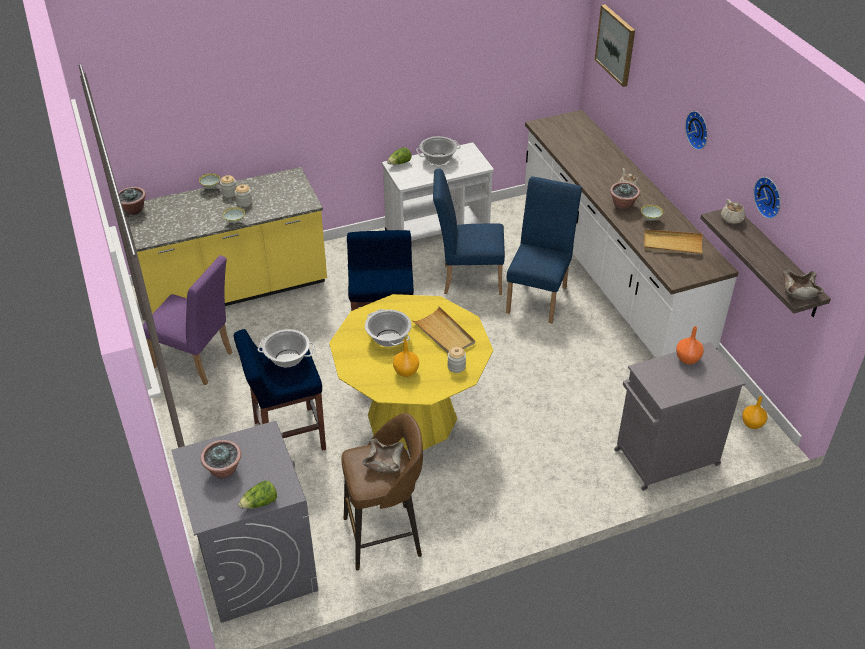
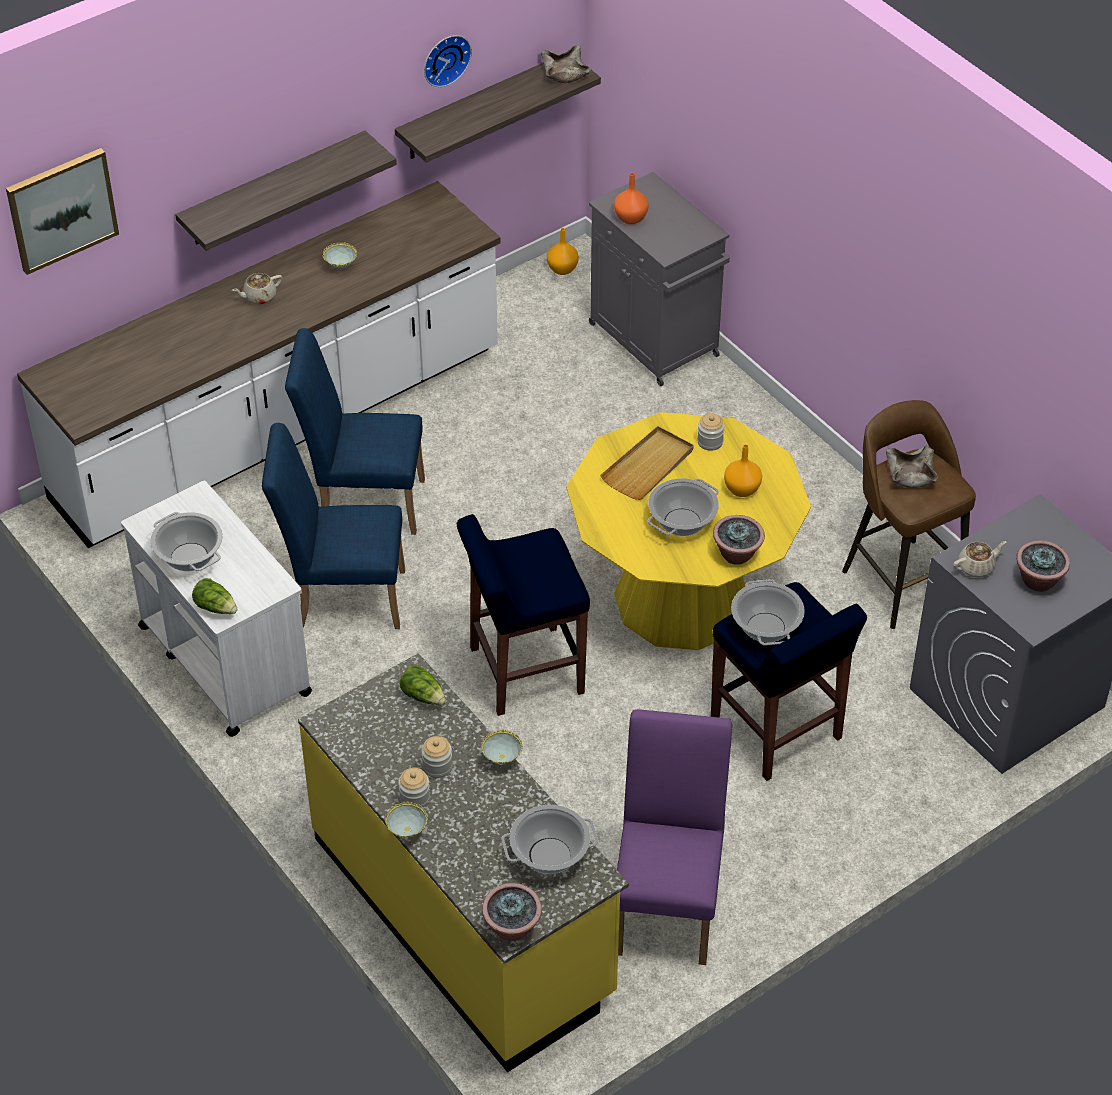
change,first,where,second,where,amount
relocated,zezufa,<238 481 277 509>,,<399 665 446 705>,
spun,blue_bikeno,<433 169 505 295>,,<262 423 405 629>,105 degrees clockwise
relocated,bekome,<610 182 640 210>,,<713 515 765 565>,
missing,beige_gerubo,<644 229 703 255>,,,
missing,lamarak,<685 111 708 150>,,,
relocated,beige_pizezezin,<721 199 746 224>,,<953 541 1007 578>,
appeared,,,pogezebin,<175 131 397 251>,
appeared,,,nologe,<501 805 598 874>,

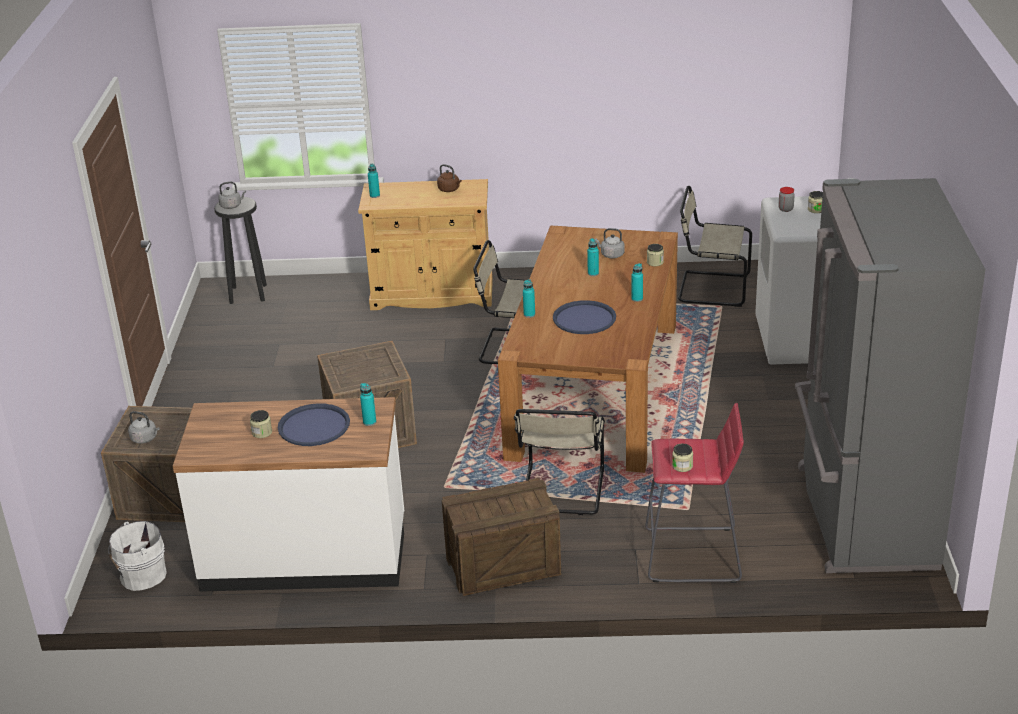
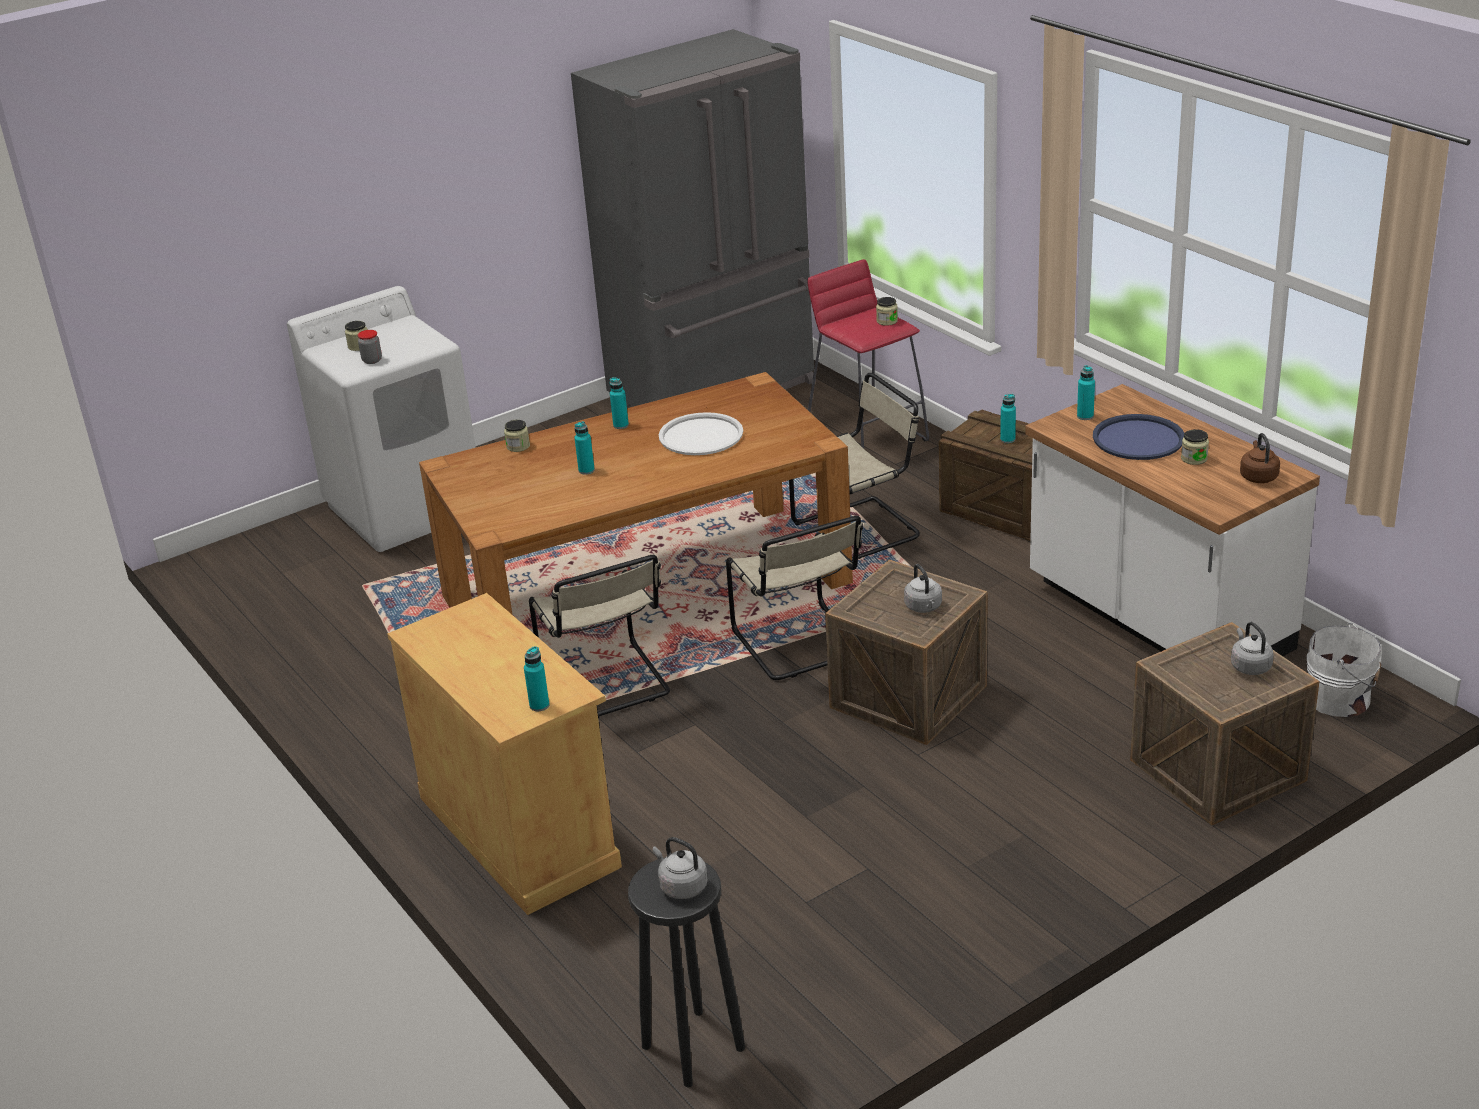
change,first,where,second,where,amount
relocated,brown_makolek,<437 164 462 192>,,<1240 433 1280 483>,
relocated,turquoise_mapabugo,<523 279 535 318>,,<1000 394 1016 443>,
colour,blue_gerubo,<553 300 616 334>,white_gerubo,<659 412 743 455>,
relocated,grey_makolek,<595 228 625 258>,,<904 564 942 613>,
relocated,beige_bikeno,<678 186 752 307>,,<726 516 863 680>,

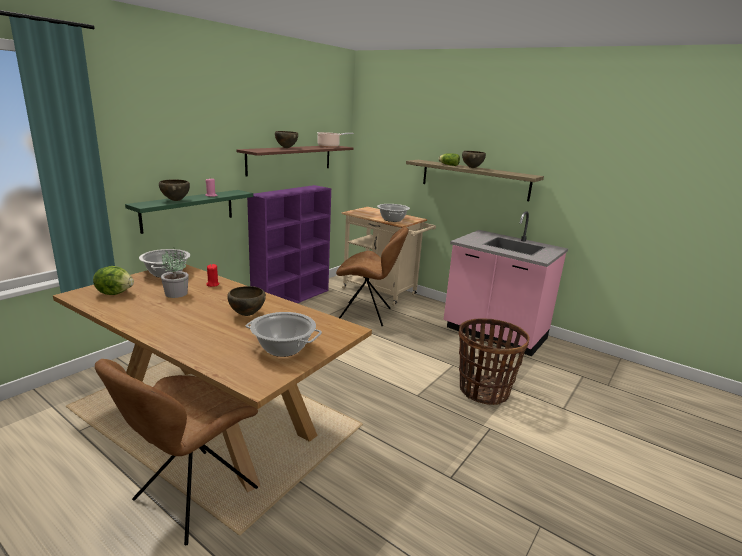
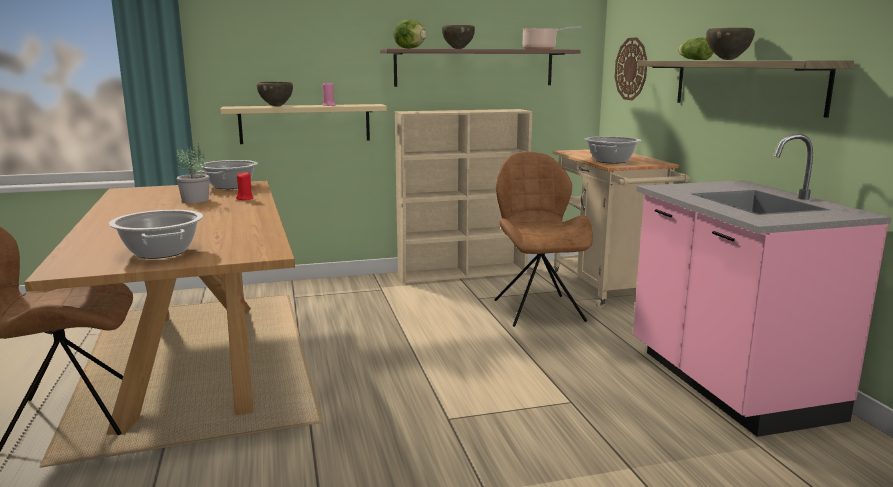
change,first,where,second,where,amount
relocated,zezufa,<93 266 134 295>,,<393 19 426 49>,
colour,green_pogezebin,<125 190 253 234>,beige_pogezebin,<220 104 387 144>,
missing,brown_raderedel,<227 286 266 316>,,,
colour,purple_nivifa,<247 185 331 303>,beige_nivifa,<395 109 533 283>,
spun,brown_bikeno,<336 227 409 327>,,<495 152 593 327>,150 degrees counterclockwise
missing,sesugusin,<459 318 530 405>,,,
appeared,,,lamarak,<615 37 647 100>,

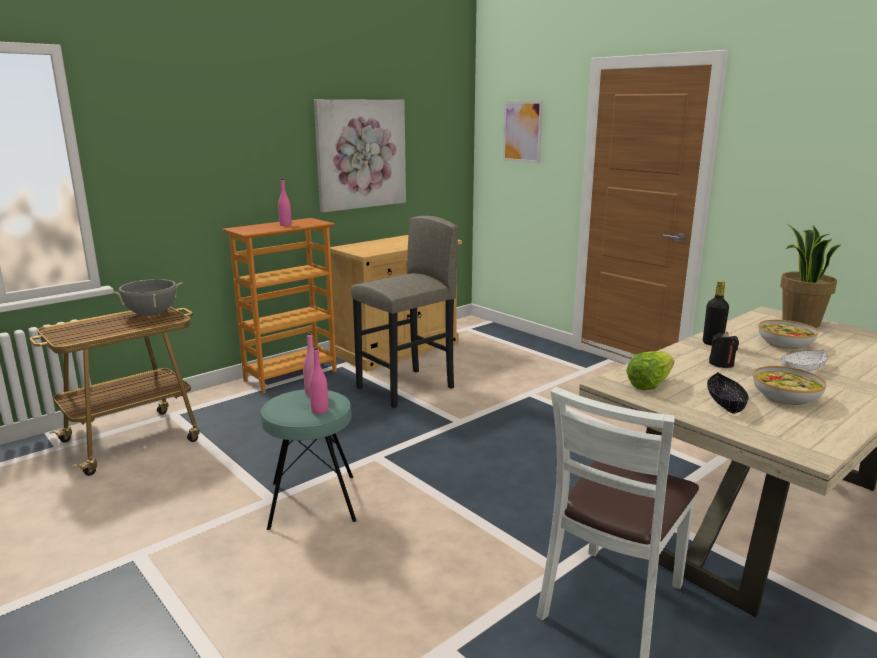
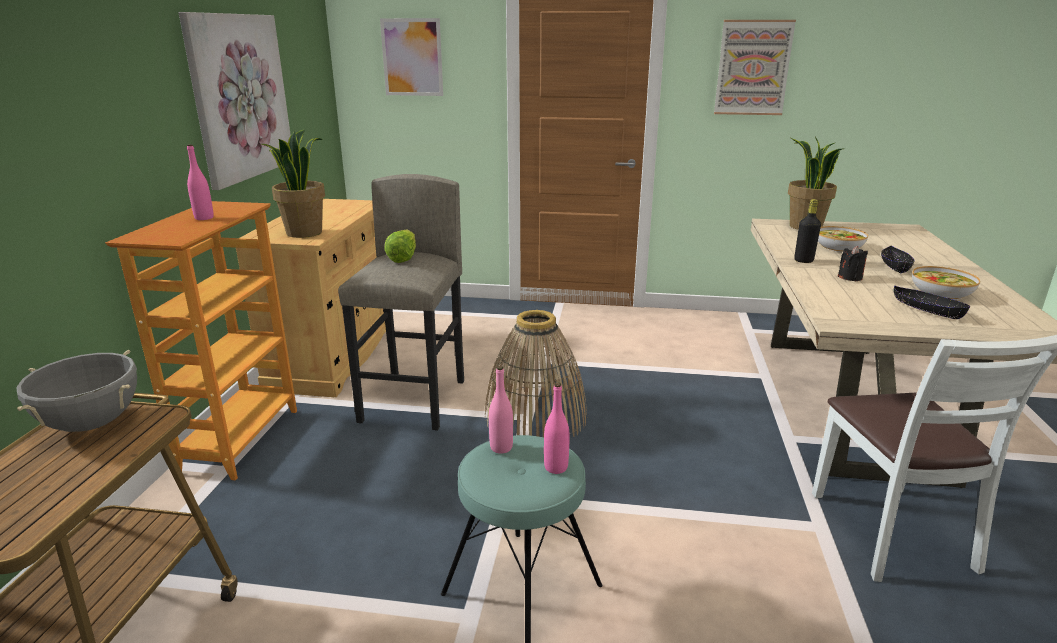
change,first,where,second,where,amount
relocated,zezufa,<626 351 674 390>,,<384 229 416 263>,
colour,white_raderedel,<782 350 828 372>,black_raderedel,<881 246 915 273>,
appeared,,,bekome,<262 130 325 238>,
appeared,,,sesugusin,<485 310 587 438>,
appeared,,,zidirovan,<714 20 796 115>,

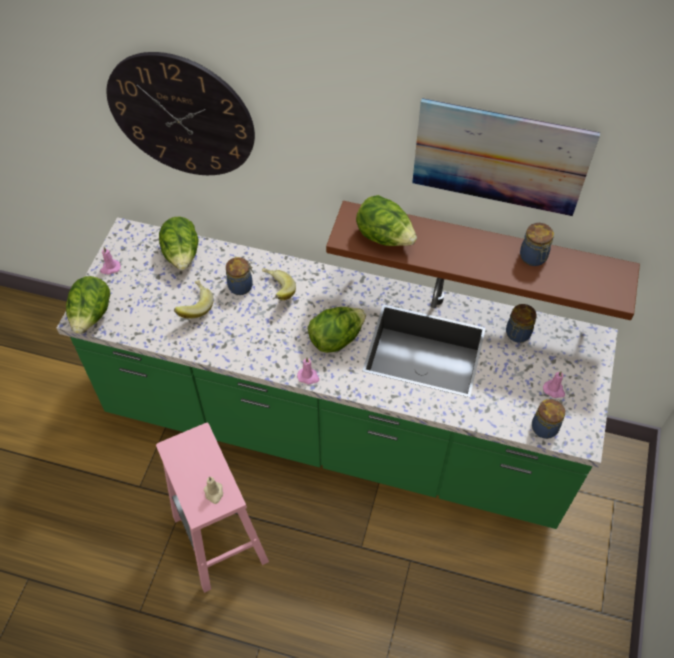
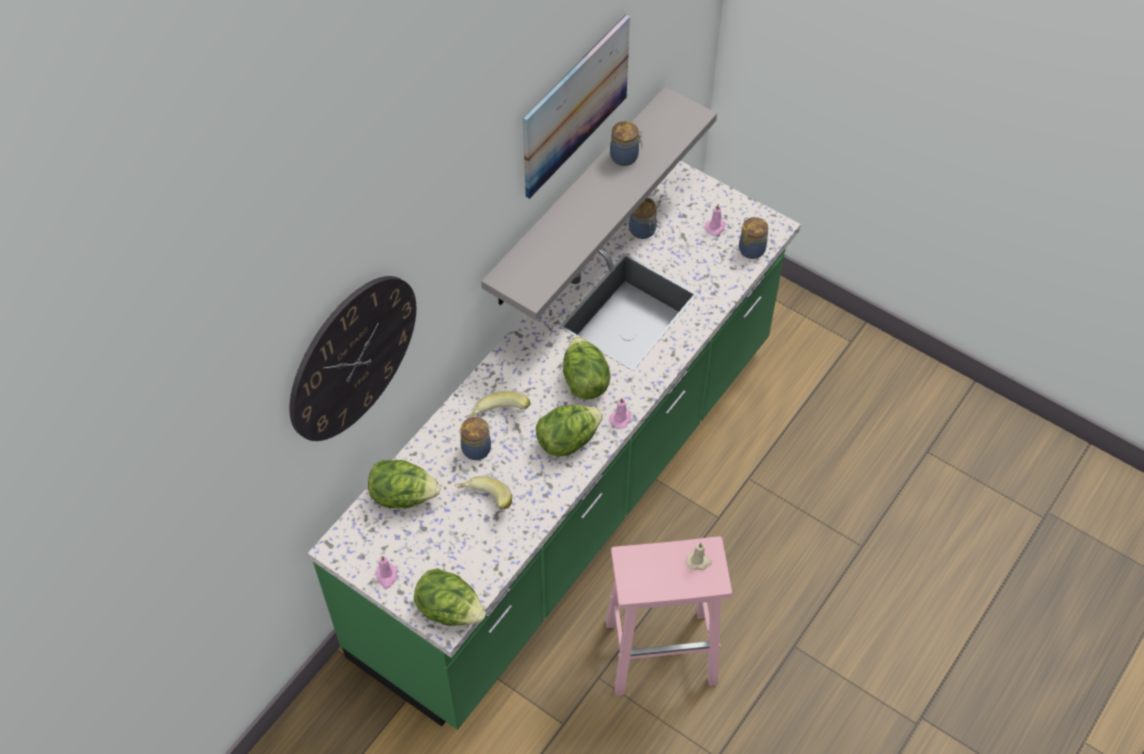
change,first,where,second,where,amount
colour,brown_pogezebin,<326 201 640 320>,grey_pogezebin,<481 87 717 320>,
relocated,zezufa,<356 195 417 246>,,<536 405 603 456>,

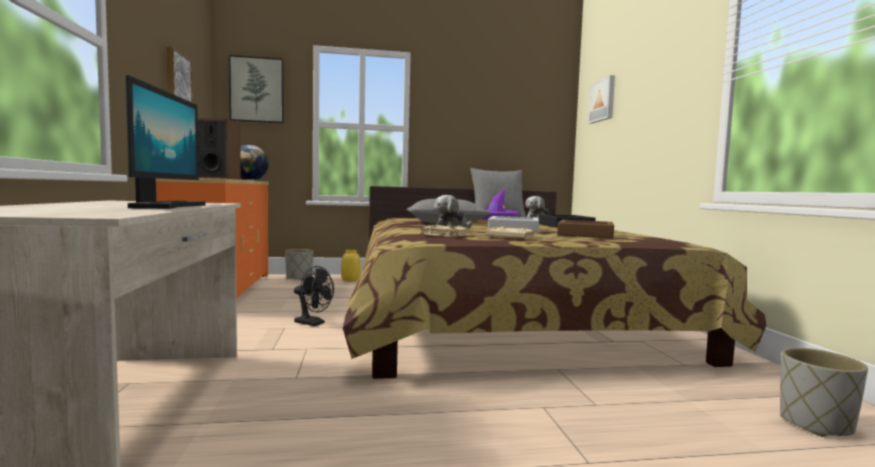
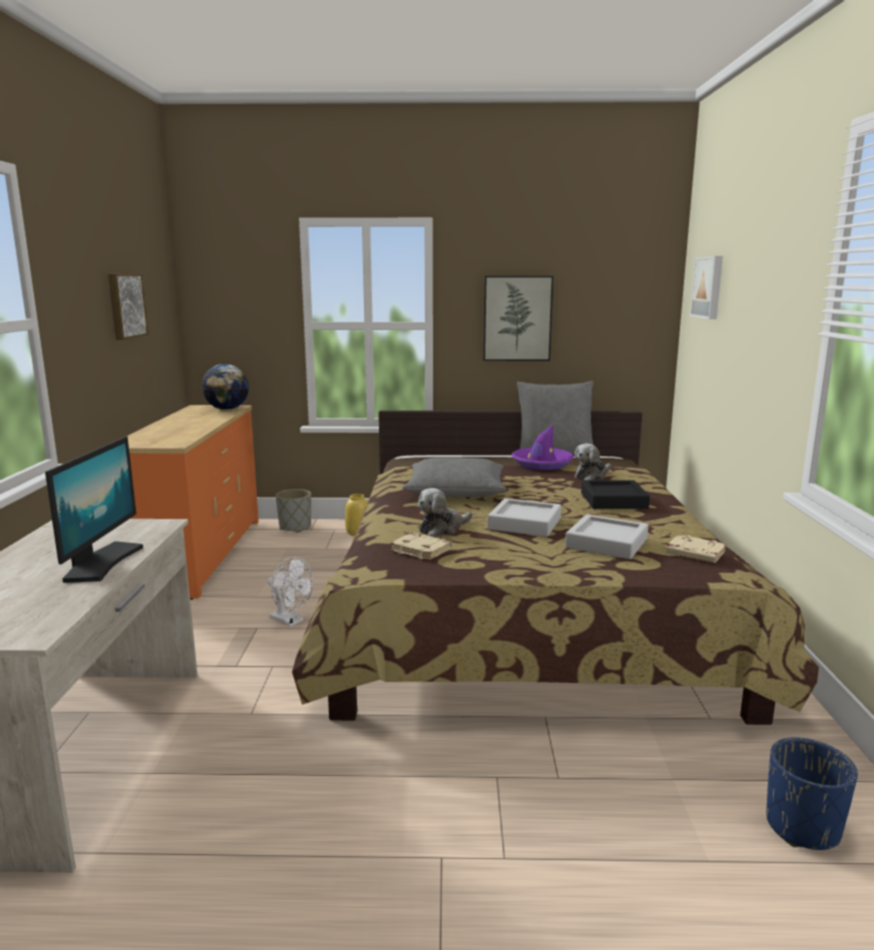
change,first,where,second,where,amount
missing,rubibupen,<198 118 241 180>,,,
relocated,zidirovan,<229 55 284 123>,,<483 276 553 361>,
colour,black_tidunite,<294 266 334 326>,white_tidunite,<267 557 313 627>,
relocated,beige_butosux,<486 226 534 239>,,<666 534 726 563>,
colour,brown_gerubo,<557 220 614 239>,grey_gerubo,<565 514 648 559>,
colour,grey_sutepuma,<780 348 868 437>,blue_sutepuma,<766 737 858 850>,

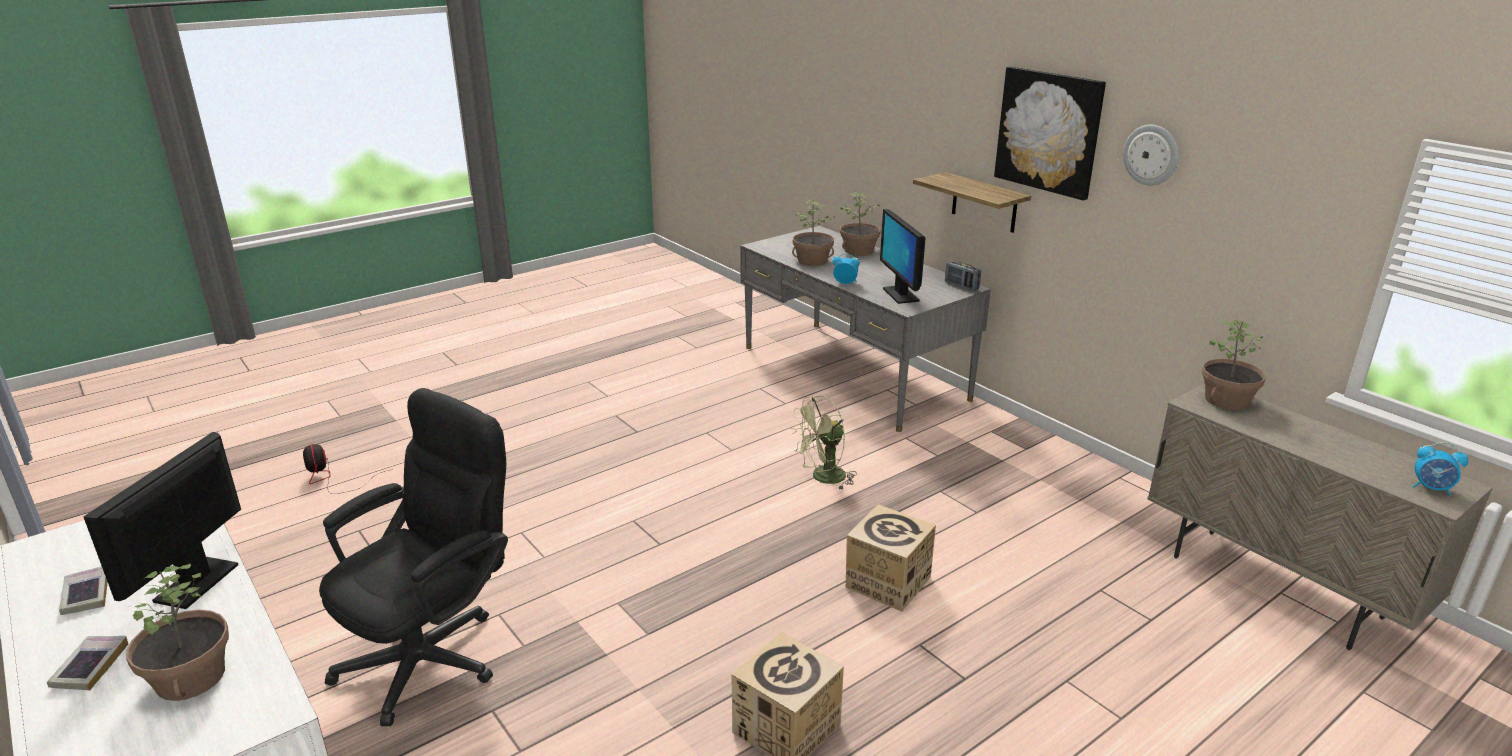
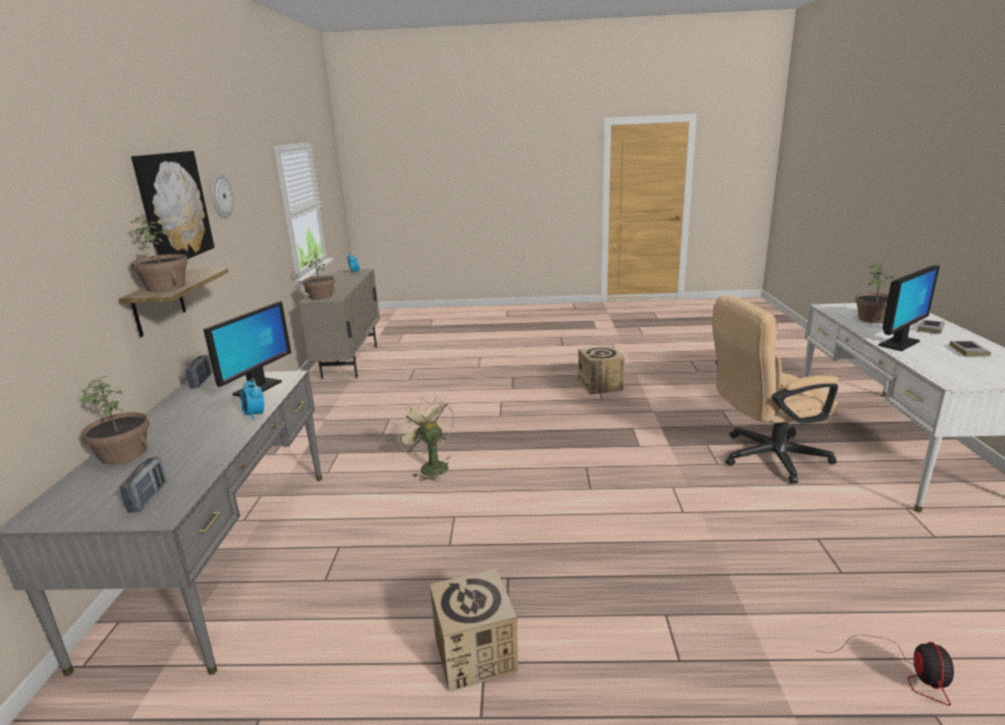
change,first,where,second,where,amount
colour,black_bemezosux,<319 388 508 726>,beige_bemezosux,<712 295 839 483>,
spun,green_tidunite,<790 395 857 489>,,<395 397 454 482>,135 degrees counterclockwise
relocated,bekome,<792 200 834 266>,,<131 213 188 292>,
relocated,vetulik,<846 504 936 612>,,<430 568 518 692>,
appeared,,,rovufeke,<120 457 167 512>,

